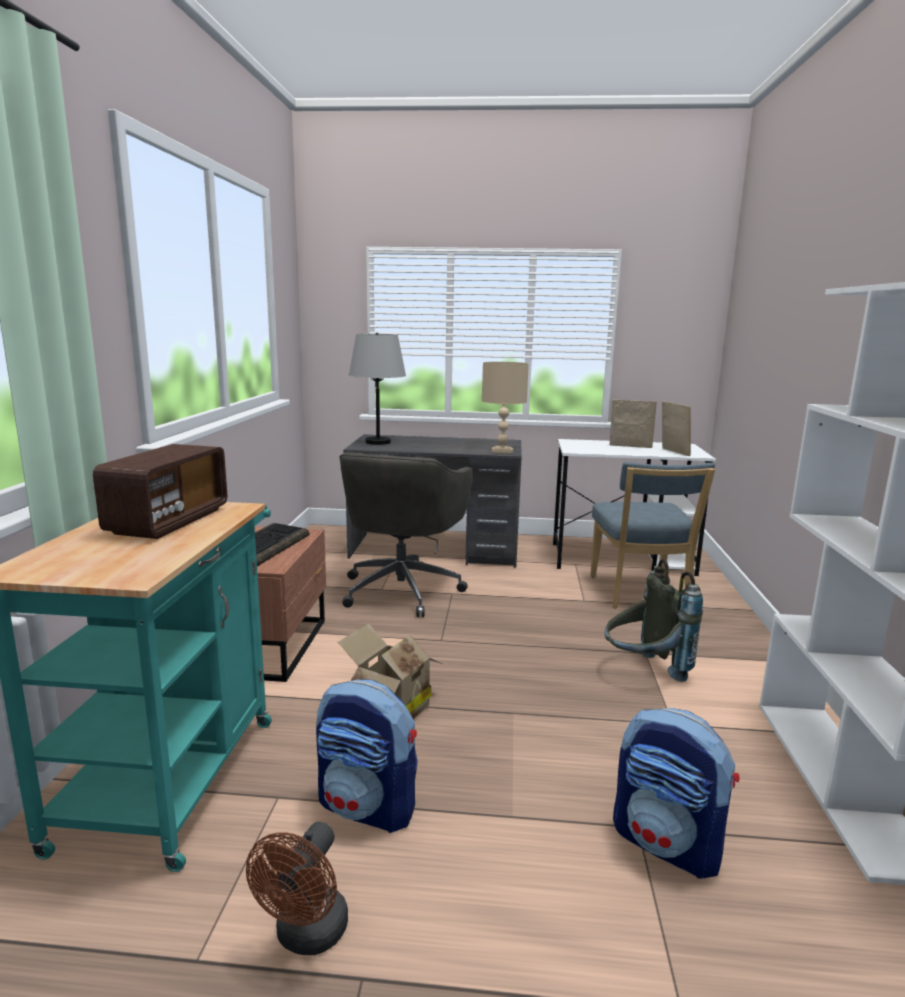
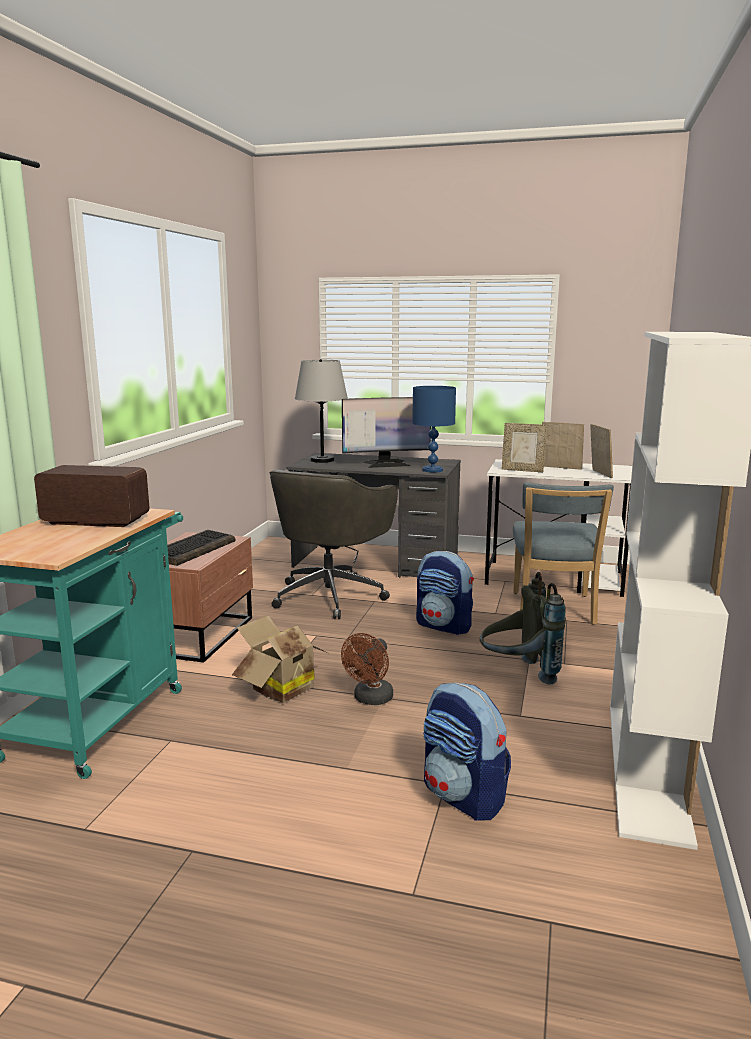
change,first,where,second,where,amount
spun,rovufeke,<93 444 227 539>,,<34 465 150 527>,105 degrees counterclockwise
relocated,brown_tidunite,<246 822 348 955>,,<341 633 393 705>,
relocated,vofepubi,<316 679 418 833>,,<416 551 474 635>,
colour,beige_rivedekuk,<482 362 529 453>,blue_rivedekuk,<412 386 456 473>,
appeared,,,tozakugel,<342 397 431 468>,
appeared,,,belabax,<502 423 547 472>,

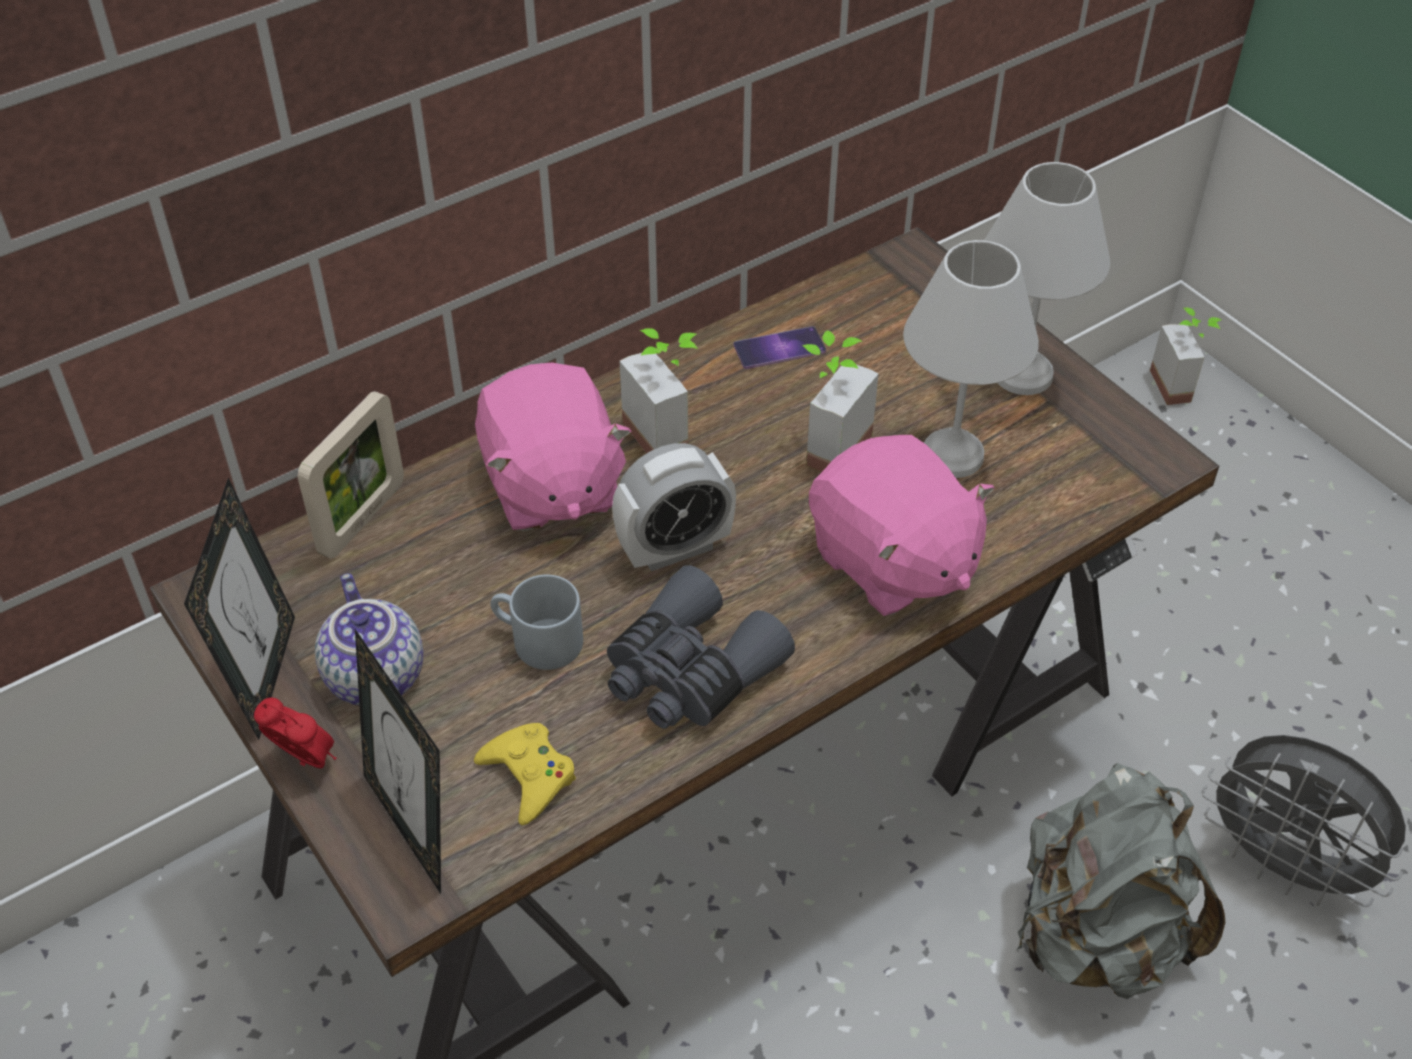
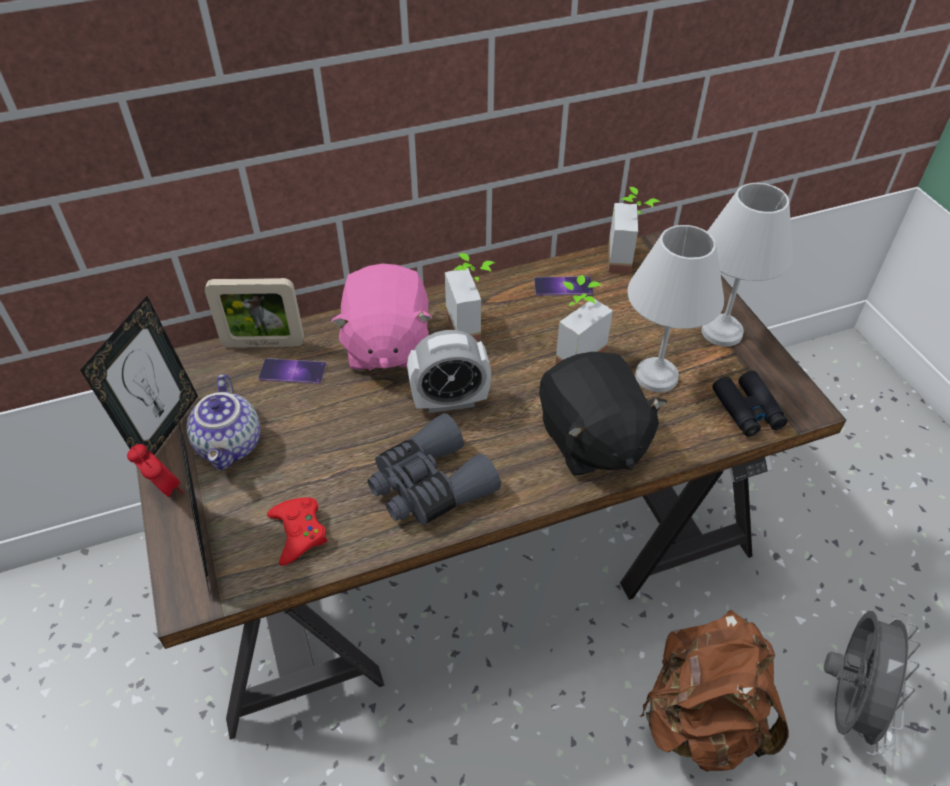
change,first,where,second,where,amount
spun,belabax,<297 391 404 559>,,<205 278 304 348>,45 degrees clockwise
colour,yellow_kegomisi,<474 723 576 825>,red_kegomisi,<267 498 327 566>,
missing,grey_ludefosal,<490 574 583 670>,,,
colour,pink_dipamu,<809 435 994 616>,black_dipamu,<539 352 667 476>,
colour,grey_vofepubi,<1016 763 1225 999>,brown_vofepubi,<639 610 789 772>,
relocated,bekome,<1150 307 1221 405>,,<608 187 660 274>,
spun,grey_tidunite,<1202 735 1406 907>,,<824 611 921 756>,120 degrees counterclockwise
appeared,,,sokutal,<259 358 327 384>,
appeared,,,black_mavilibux,<712 371 788 437>,

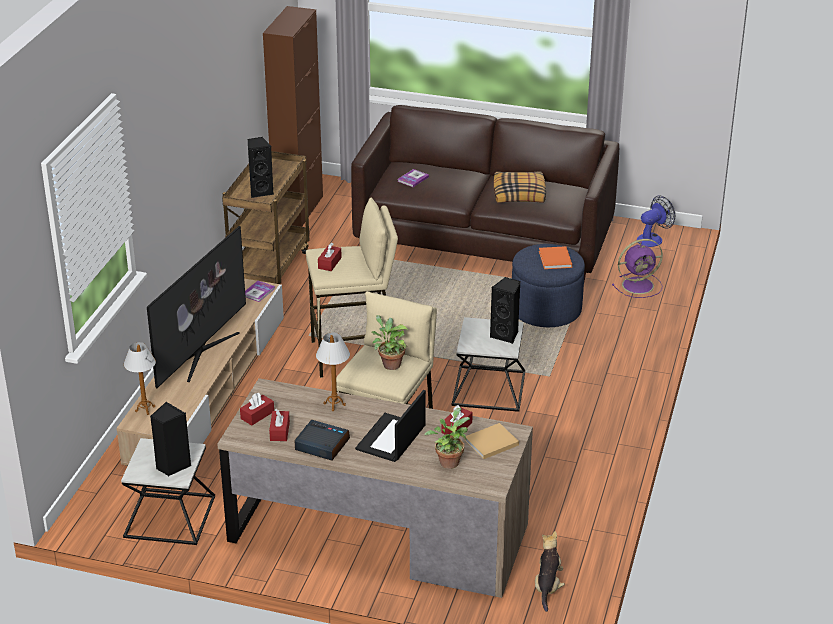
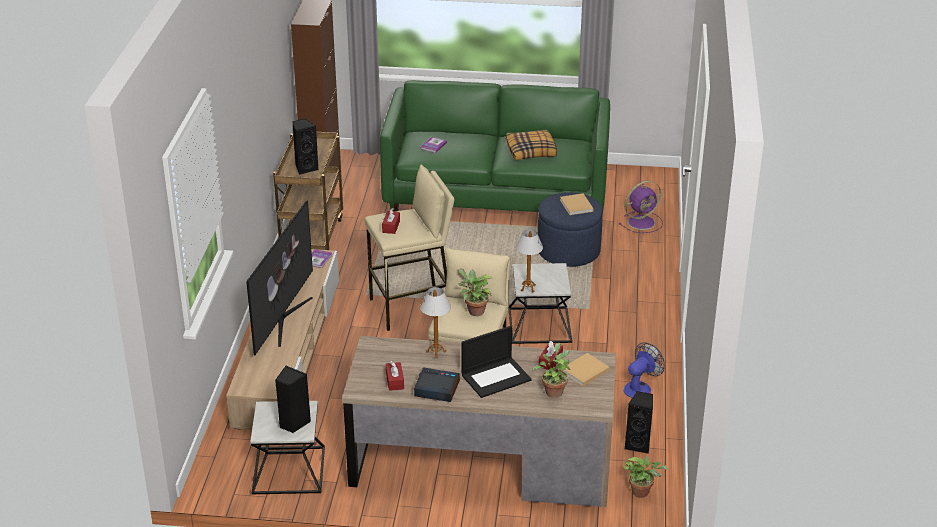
change,first,where,second,where,amount
relocated,rivedekuk,<124 342 156 415>,,<516 229 543 292>,
missing,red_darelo,<240 393 274 425>,,,
colour,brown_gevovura,<351 105 619 281>,green_gevovura,<380 80 610 212>,
spun,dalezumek,<355 390 426 462>,,<461 326 532 398>,135 degrees counterclockwise
relocated,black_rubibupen,<490 277 520 344>,,<625 391 653 454>,
exchanged,dipamu,<535 531 565 612>,bekome,<623 457 668 498>,
colour,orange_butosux,<539 246 572 269>,beige_butosux,<560 194 593 215>,
relocated,tidunite,<637 196 675 247>,,<624 342 665 398>,

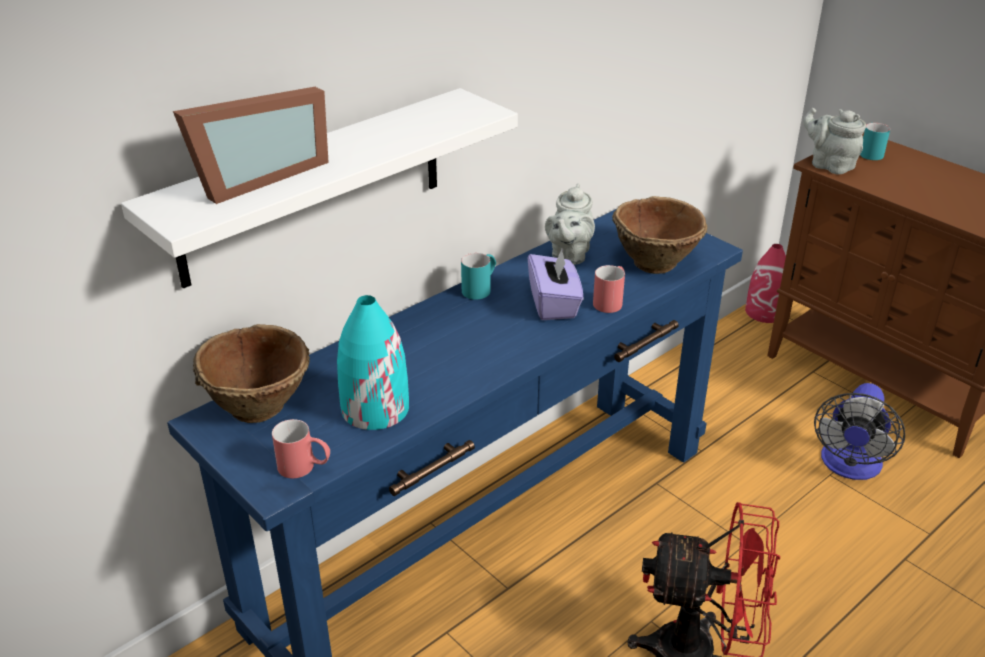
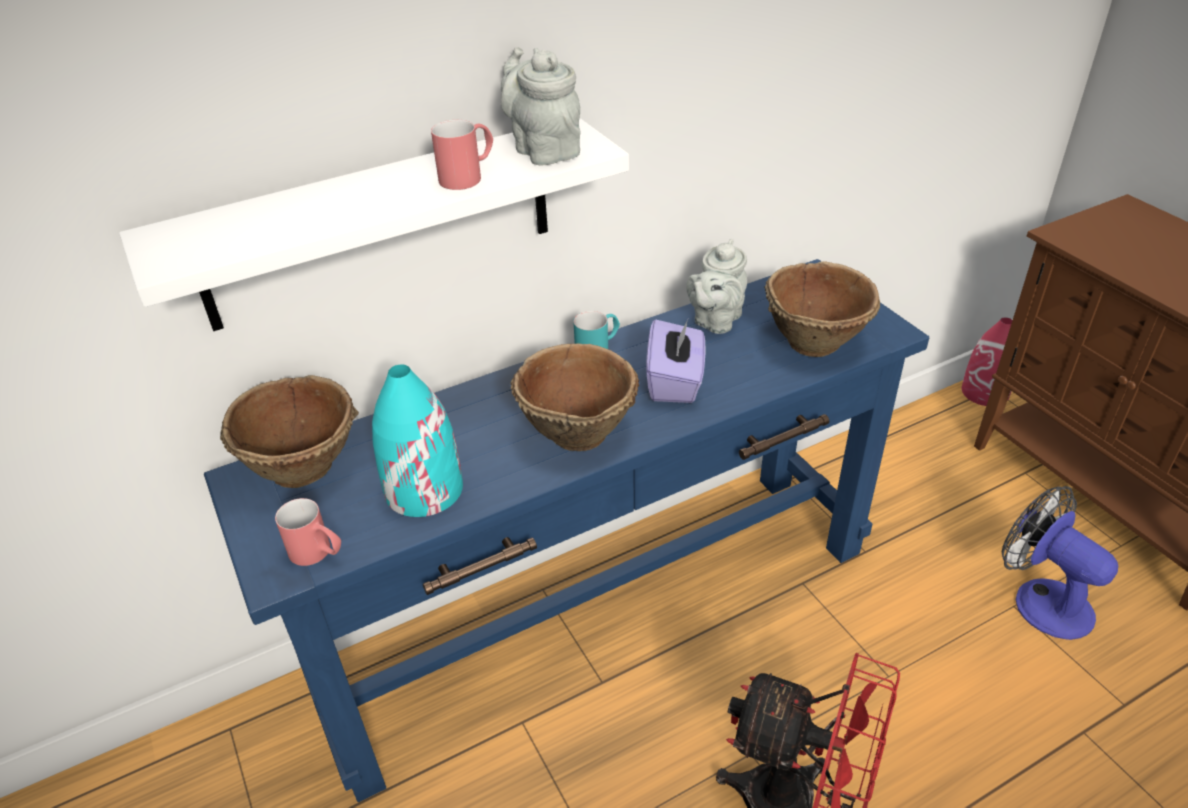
change,first,where,second,where,amount
missing,belabax,<173 87 329 204>,,,
relocated,red_ludefosal,<593 265 625 313>,,<431 120 493 190>,
relocated,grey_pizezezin,<803 108 866 174>,,<501 47 581 166>,
spun,tidunite,<814 383 905 480>,,<1002 486 1118 640>,105 degrees clockwise
missing,turquoise_ludefosal,<860 123 890 160>,,,
appeared,,,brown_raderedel,<510 344 639 451>,

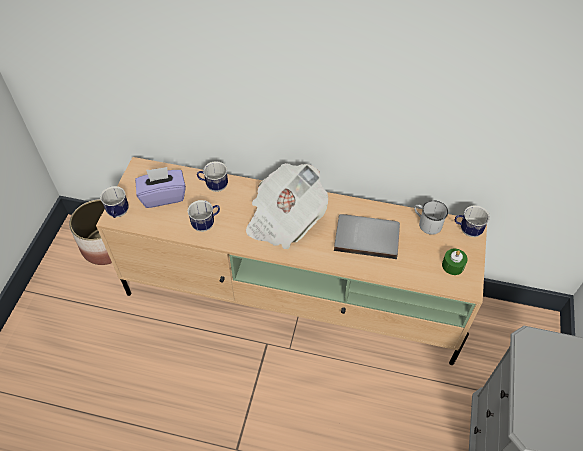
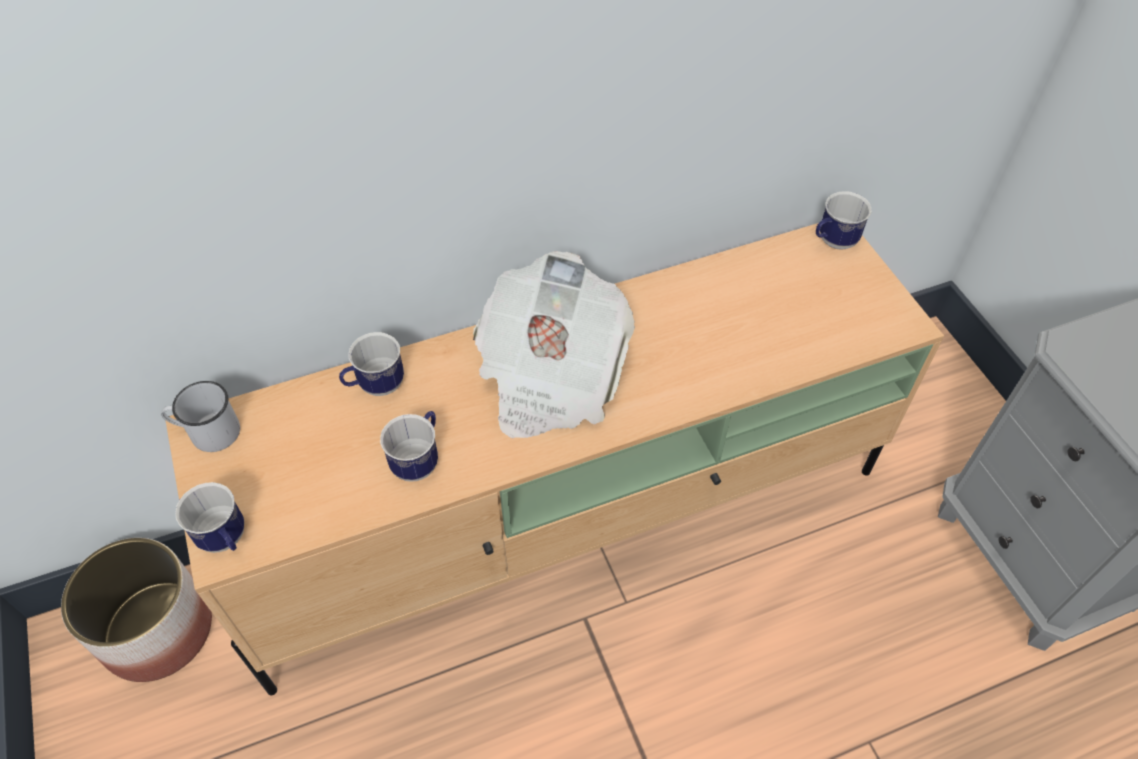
change,first,where,second,where,amount
missing,purple_darelo,<135 167 186 208>,,,
missing,grey_butosux,<334 214 400 259>,,,
relocated,white_ludefosal,<414 200 448 235>,,<161 381 240 452>,
missing,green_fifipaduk,<442 249 468 275>,,,

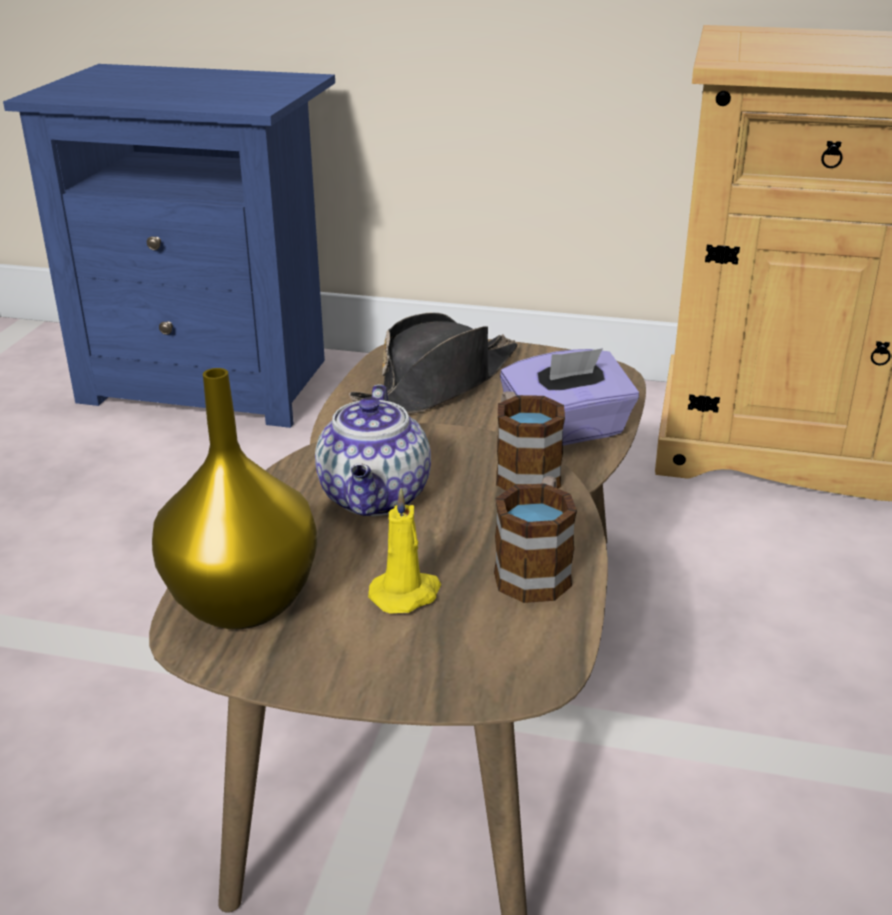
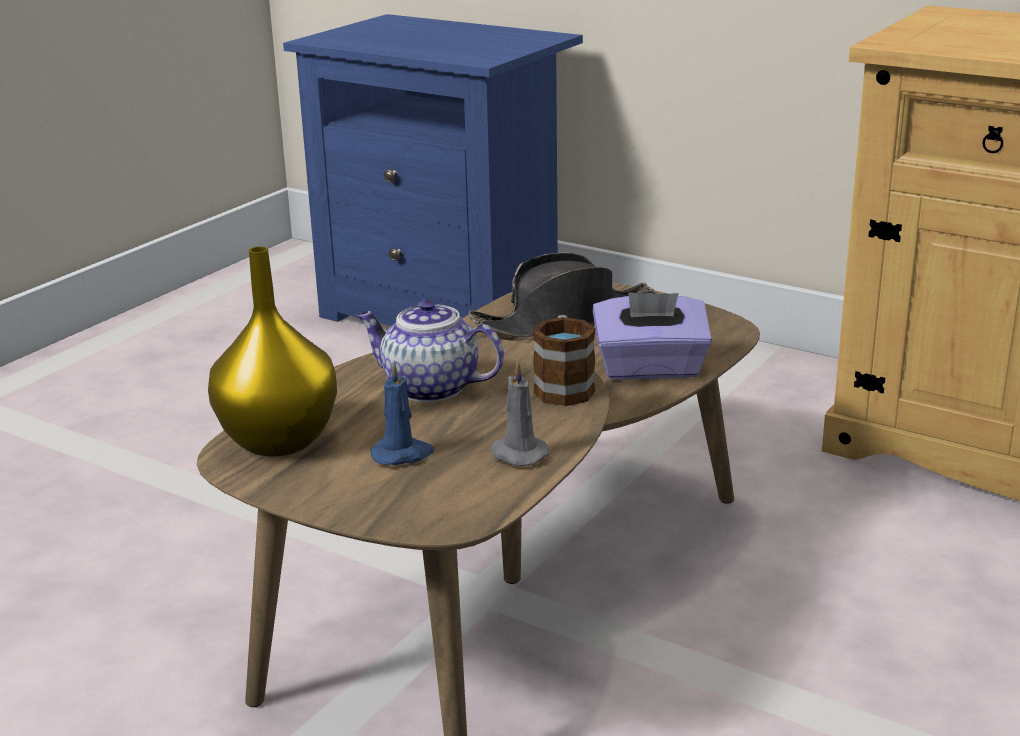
change,first,where,second,where,amount
spun,pizezezin,<315 384 431 516>,,<356 299 504 402>,90 degrees clockwise
colour,yellow_fifipaduk,<368 488 441 614>,blue_fifipaduk,<370 361 434 465>,
exchanged,ludefosal,<494 476 577 603>,grey_fifipaduk,<490 360 549 466>,

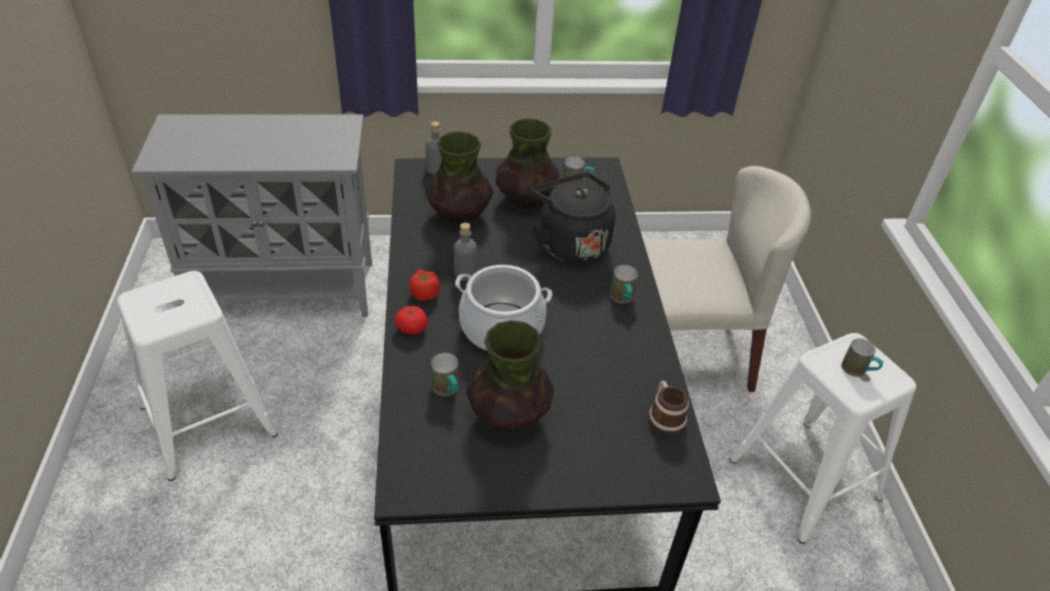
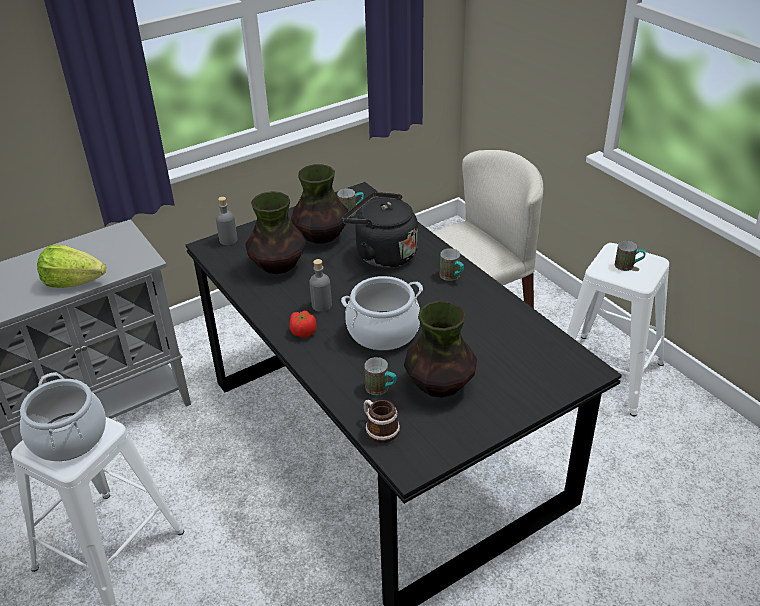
change,first,where,second,where,amount
missing,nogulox,<395 306 428 335>,,,
relocated,ludefosal,<649 381 689 434>,,<364 400 400 443>,
appeared,,,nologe,<20 372 106 461>,
appeared,,,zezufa,<37 245 106 288>,

